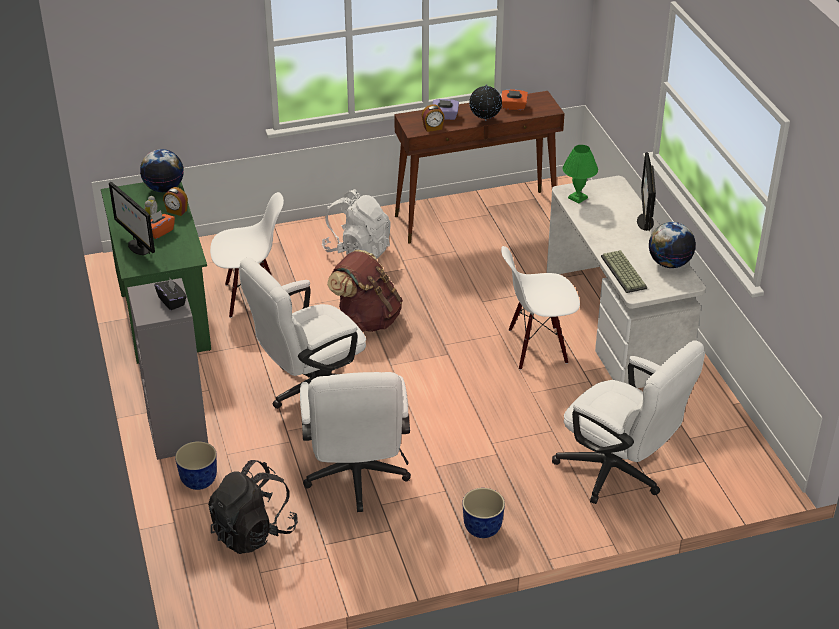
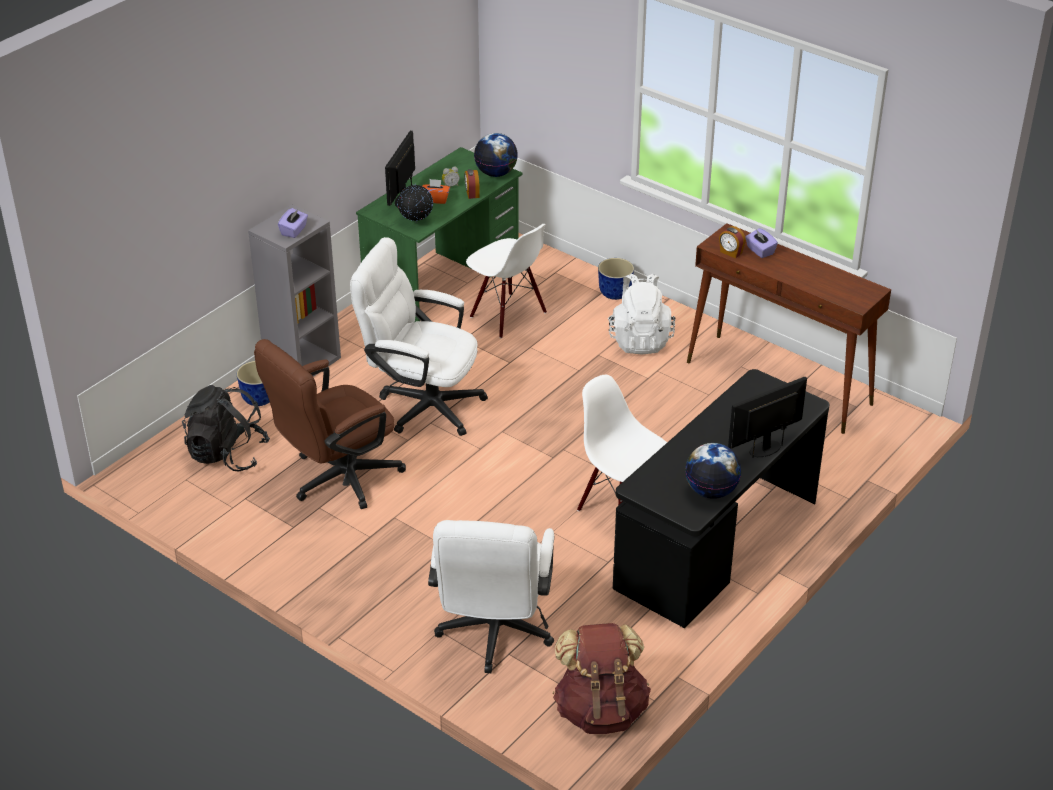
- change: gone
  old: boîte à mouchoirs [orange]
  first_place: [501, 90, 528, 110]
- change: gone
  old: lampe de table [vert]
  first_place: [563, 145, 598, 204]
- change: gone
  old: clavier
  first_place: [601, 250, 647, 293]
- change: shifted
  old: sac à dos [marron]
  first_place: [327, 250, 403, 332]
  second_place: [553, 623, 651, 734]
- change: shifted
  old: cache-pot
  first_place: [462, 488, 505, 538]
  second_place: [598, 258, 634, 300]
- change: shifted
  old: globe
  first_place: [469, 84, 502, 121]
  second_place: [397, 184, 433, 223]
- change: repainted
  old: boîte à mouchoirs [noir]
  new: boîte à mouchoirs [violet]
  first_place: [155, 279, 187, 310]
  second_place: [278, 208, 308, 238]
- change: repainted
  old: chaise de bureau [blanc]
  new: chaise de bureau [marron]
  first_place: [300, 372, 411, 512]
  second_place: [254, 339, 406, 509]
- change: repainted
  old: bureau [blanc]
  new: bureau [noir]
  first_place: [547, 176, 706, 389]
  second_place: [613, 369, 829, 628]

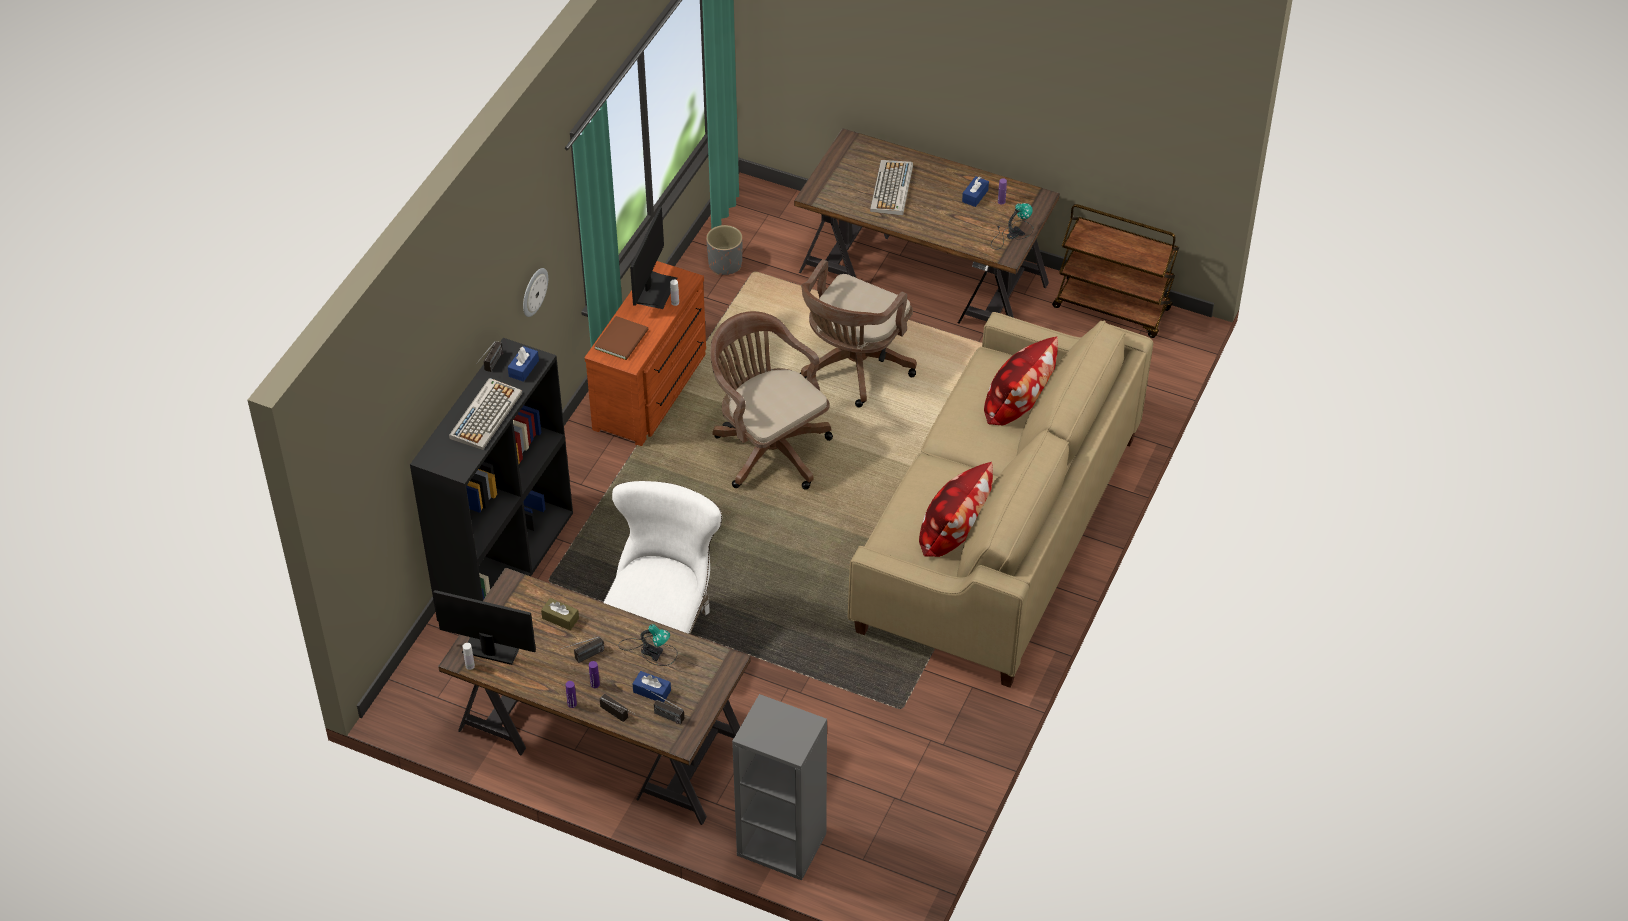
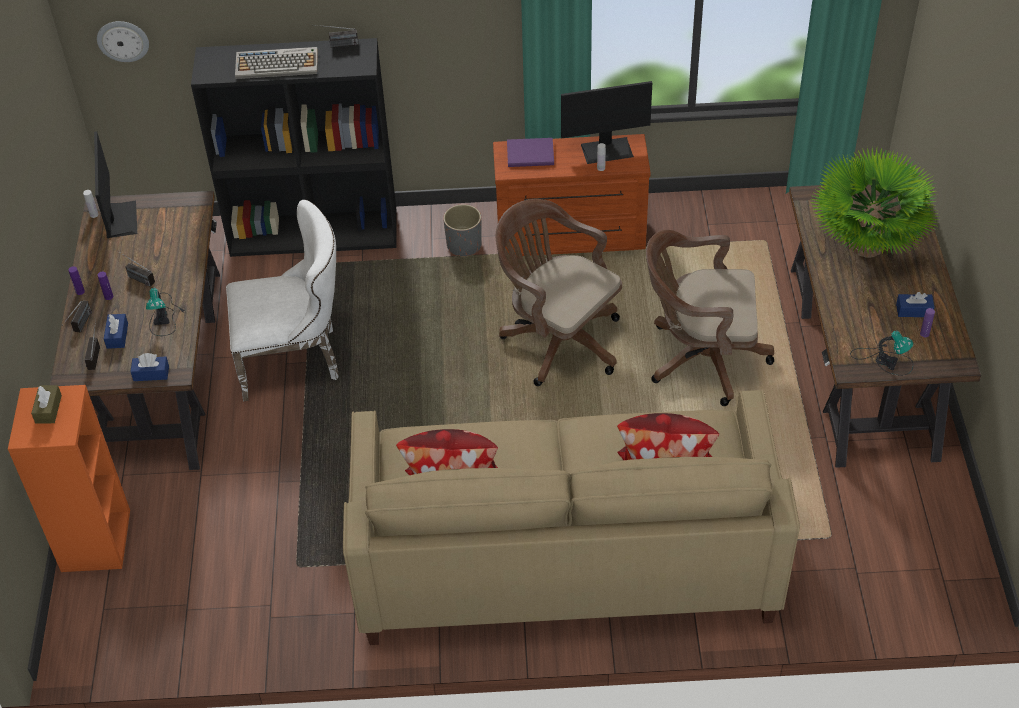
- change: gone
  old: chariot [marron]
  first_place: [1052, 204, 1179, 338]
- change: shifted
  old: boîte à mouchoirs [bleu]
  first_place: [508, 346, 539, 382]
  second_place: [130, 353, 169, 381]
- change: shifted
  old: horloge murale
  first_place: [523, 268, 548, 317]
  second_place: [97, 21, 149, 62]
- change: shifted
  old: boîte à mouchoirs [marron]
  first_place: [541, 598, 579, 630]
  second_place: [31, 385, 62, 424]
- change: shifted
  old: cache-pot [gris]
  first_place: [706, 225, 743, 275]
  second_place: [443, 204, 482, 257]
- change: swapped
  old: clavier
  new: plante en pot
  first_place: [870, 160, 913, 215]
  second_place: [810, 148, 938, 258]
- change: repainted
  old: livre [marron]
  new: livre [violet]
  first_place: [594, 316, 648, 360]
  second_place: [507, 138, 554, 167]
- change: repainted
  old: bibliothèque [gris]
  new: bibliothèque [orange]
  first_place: [732, 694, 827, 881]
  second_place: [8, 385, 130, 572]
- change: rotated
  old: chaise de bureau [marron]
  first_place: [710, 311, 833, 490]
  second_place: [496, 199, 622, 386]
  degrees: -75

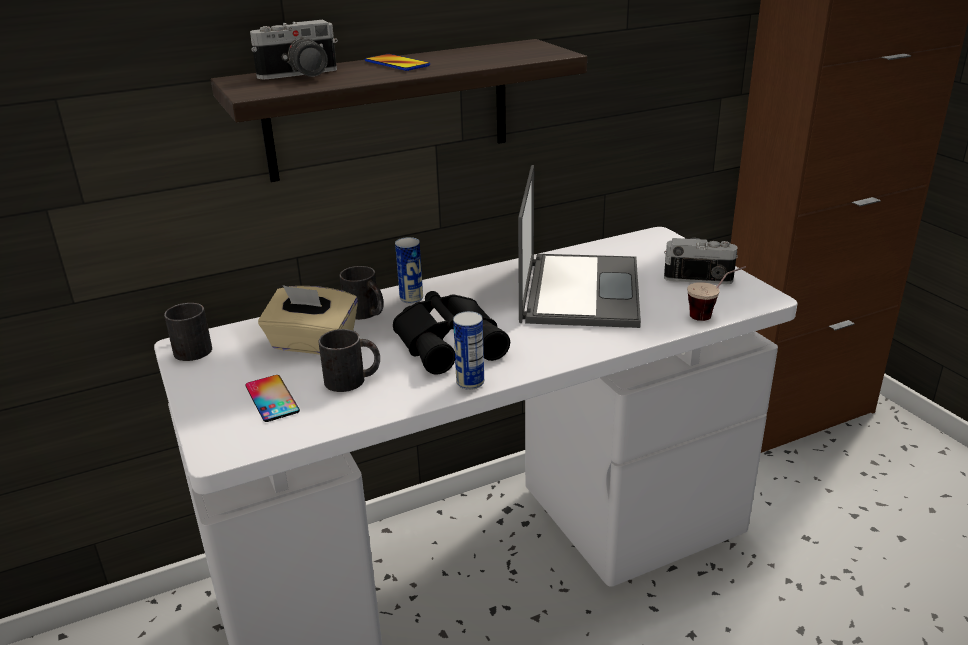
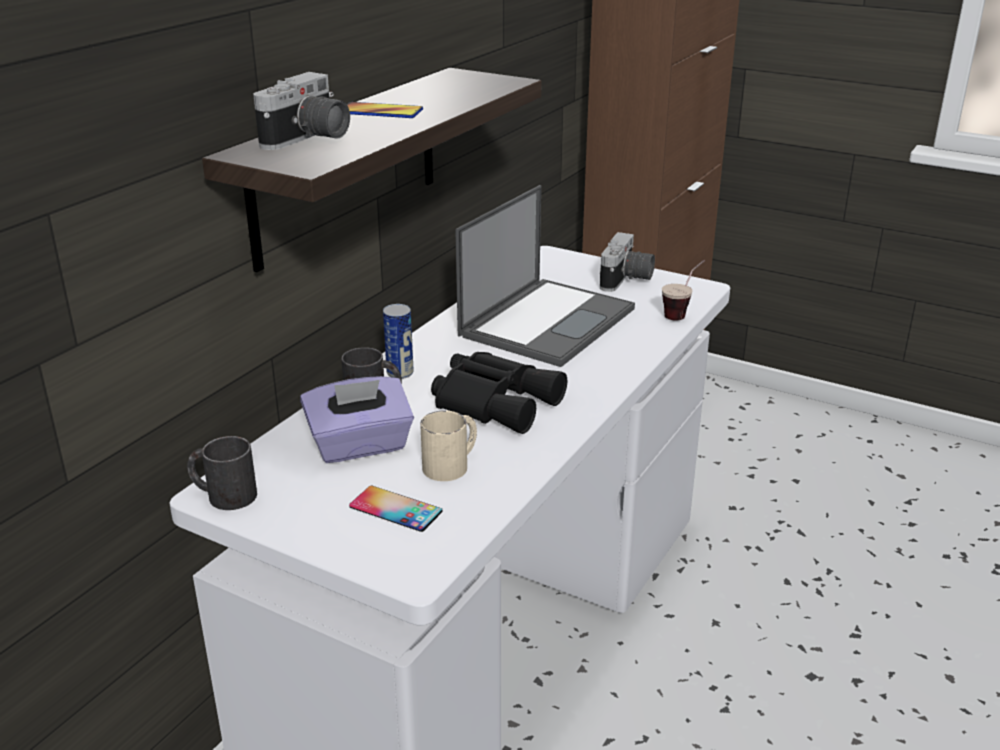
- change: gone
  old: boîte métallique
  first_place: [453, 311, 484, 390]
- change: repainted
  old: boîte à mouchoirs [beige]
  new: boîte à mouchoirs [violet]
  first_place: [258, 285, 358, 355]
  second_place: [300, 376, 414, 463]
- change: repainted
  old: mug [noir]
  new: mug [beige]
  first_place: [319, 329, 380, 392]
  second_place: [420, 410, 477, 481]
- change: rotated
  old: ordinateur portable
  first_place: [518, 165, 641, 328]
  second_place: [455, 185, 635, 367]
  degrees: 60
- change: rotated
  old: appareil photo
  first_place: [664, 238, 738, 284]
  second_place: [600, 232, 655, 292]
  degrees: 135

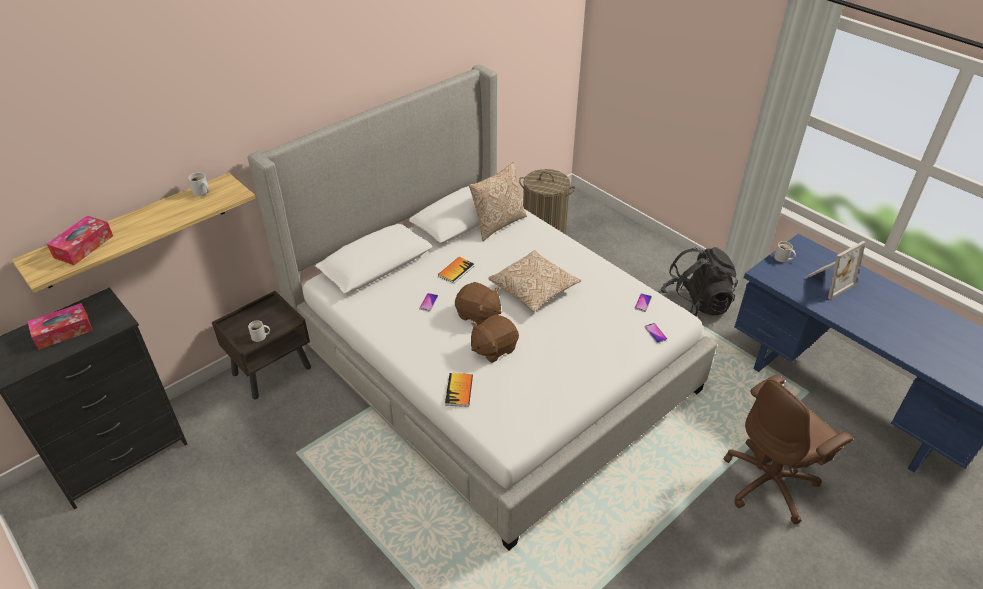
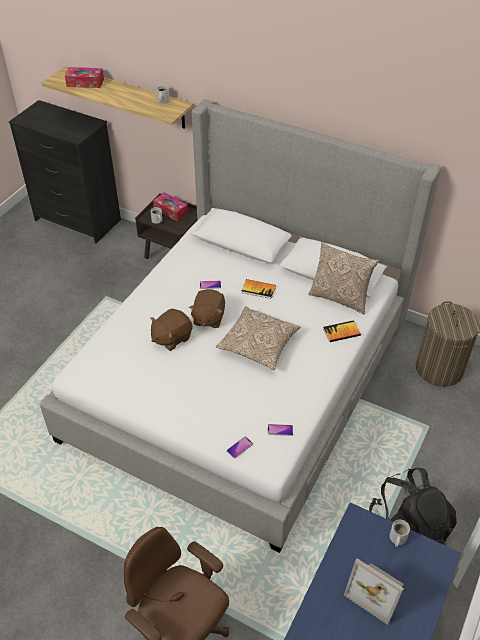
- change: shifted
  old: boîte à mouchoirs
  first_place: [27, 303, 93, 350]
  second_place: [153, 193, 188, 221]
- change: shifted
  old: livre
  first_place: [445, 373, 473, 407]
  second_place: [323, 320, 361, 342]
- change: rotated
  old: peluche [marron]
  first_place: [471, 315, 519, 363]
  second_place: [150, 309, 193, 351]
  degrees: -75

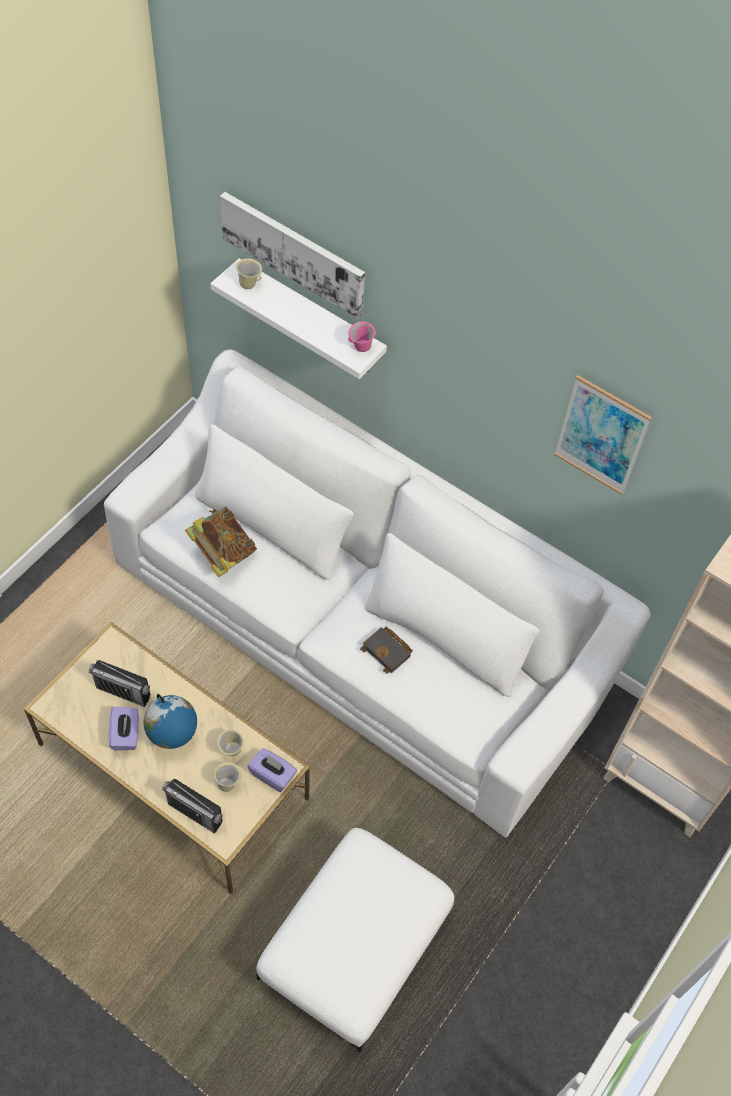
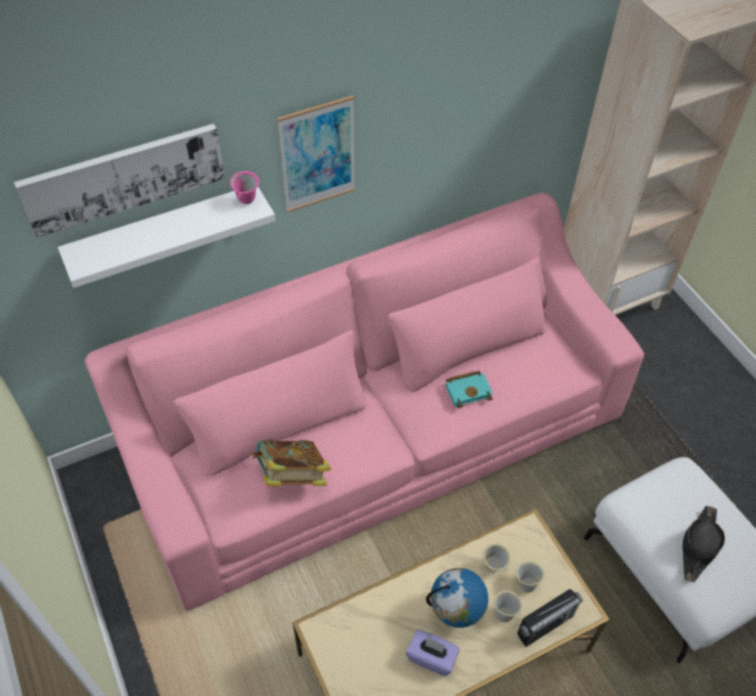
- change: gone
  old: radio
  first_place: [89, 660, 150, 707]
- change: gone
  old: boîte à mouchoirs [violet]
  first_place: [247, 748, 297, 792]
- change: new
  new: chapeau [noir]
  second_place: [682, 506, 725, 582]
- change: shifted
  old: mug [beige]
  first_place: [236, 258, 262, 289]
  second_place: [493, 590, 522, 622]
- change: shifted
  old: tableau
  first_place: [554, 375, 652, 495]
  second_place: [277, 95, 355, 213]
- change: repainted
  old: canapé [blanc]
  new: canapé [rose]
  first_place: [104, 349, 651, 838]
  second_place: [84, 193, 644, 611]
- change: repainted
  old: livre [noir]
  new: livre [turquoise]
  first_place: [360, 626, 413, 674]
  second_place: [446, 371, 493, 409]

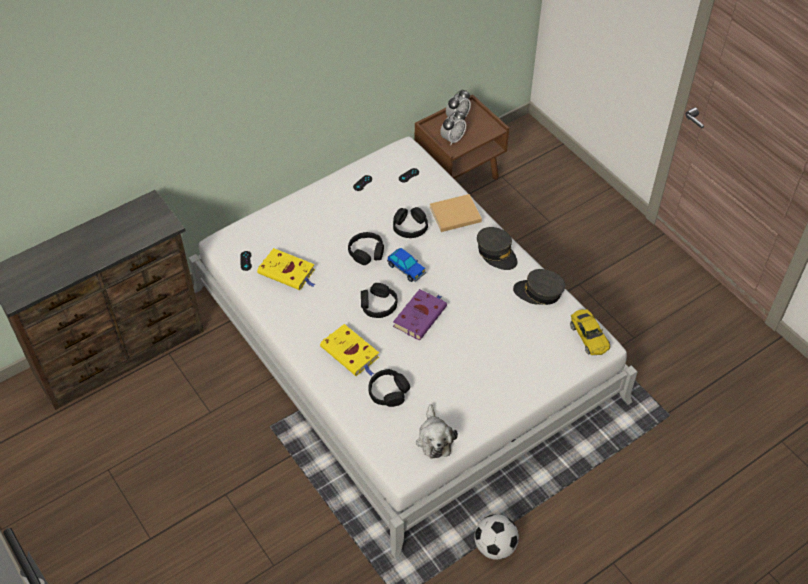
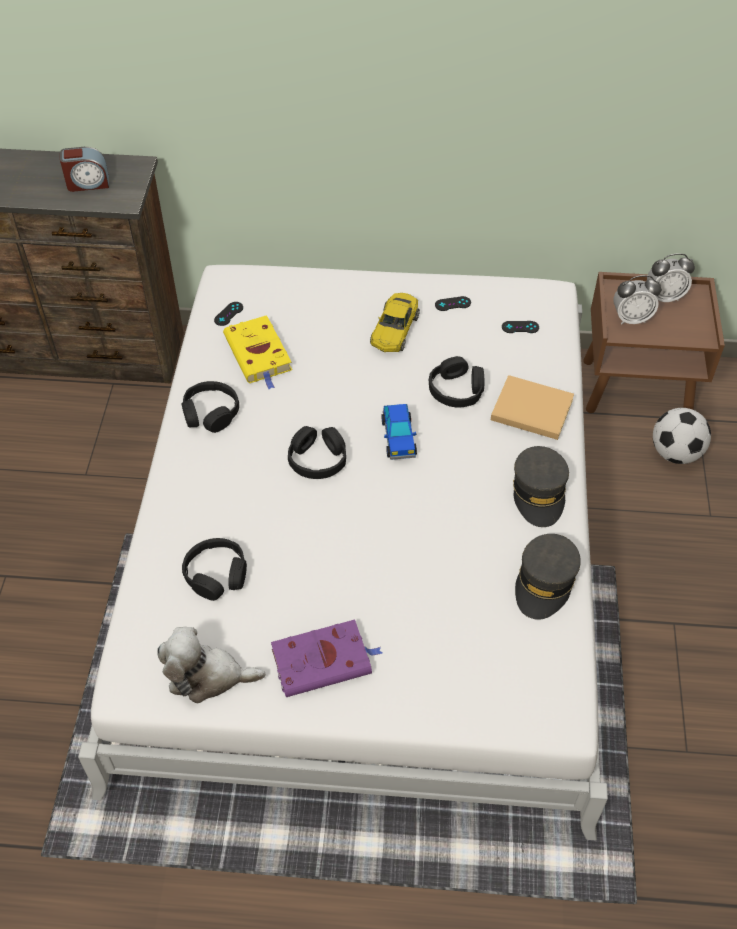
- change: gone
  old: livre [jaune]
  first_place: [320, 324, 379, 376]
- change: new
  new: réveil
  second_place: [60, 147, 109, 192]
- change: shifted
  old: casque audio [noir]
  first_place: [348, 232, 384, 265]
  second_place: [182, 381, 239, 433]
- change: shifted
  old: livre [violet]
  first_place: [393, 289, 447, 340]
  second_place: [271, 620, 382, 697]
- change: shifted
  old: ballon de foot
  first_place: [474, 514, 519, 560]
  second_place: [653, 408, 711, 464]
- change: shifted
  old: petite voiture [jaune]
  first_place: [570, 309, 610, 355]
  second_place: [370, 293, 420, 352]
- change: rotated
  old: peluche
  first_place: [416, 404, 458, 459]
  second_place: [157, 627, 266, 703]
  degrees: 60
- change: rotated
  old: casquette [gris]
  first_place: [513, 269, 565, 305]
  second_place: [515, 534, 581, 620]
  degrees: -120

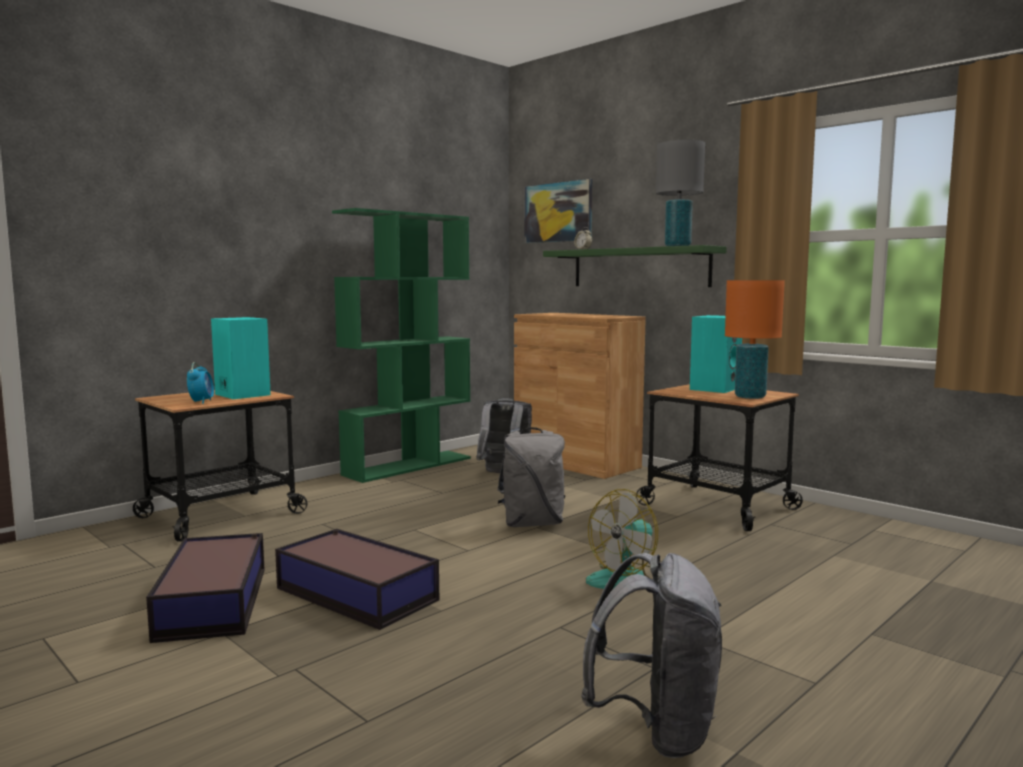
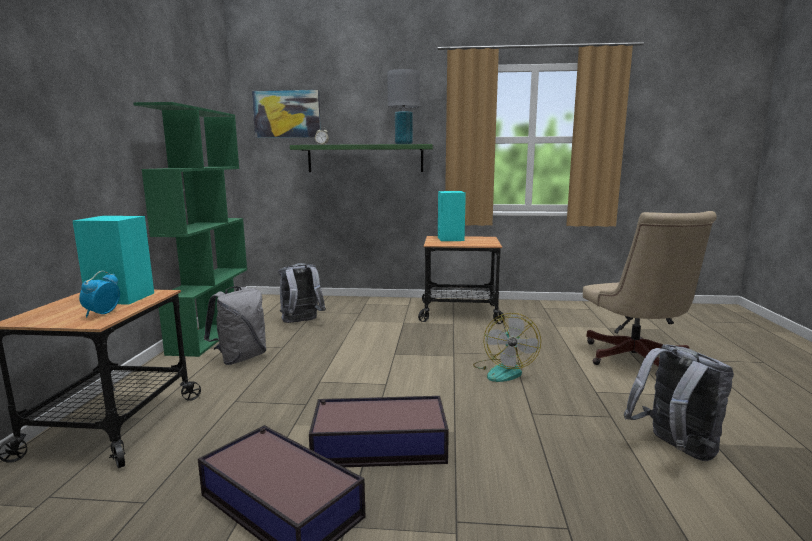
- change: gone
  old: meuble de rangement [marron]
  first_place: [514, 313, 646, 479]
- change: gone
  old: lampe de table [orange]
  first_place: [725, 280, 785, 399]
- change: new
  new: chaise de bureau [beige]
  second_place: [583, 211, 717, 375]
- change: shifted
  old: sac à dos [gris]
  first_place: [497, 427, 566, 527]
  second_place: [204, 286, 266, 365]
- change: rotated
  old: réveil
  first_place: [187, 362, 214, 404]
  second_place: [79, 271, 120, 317]
  degrees: -120

